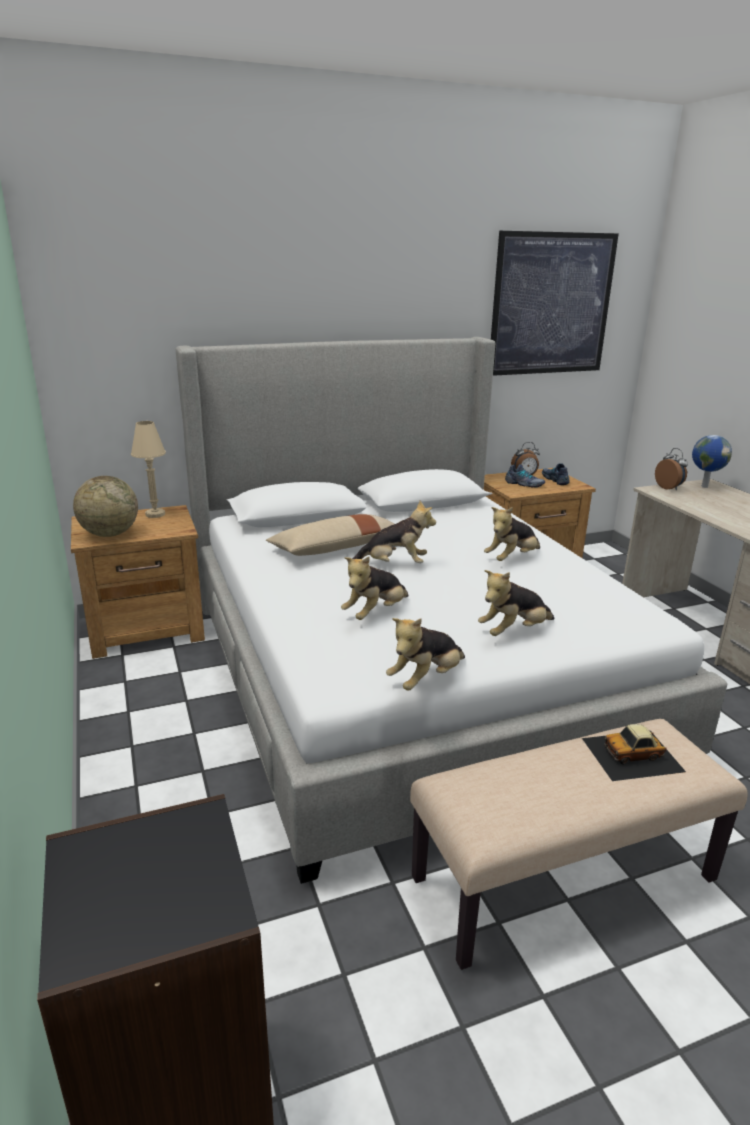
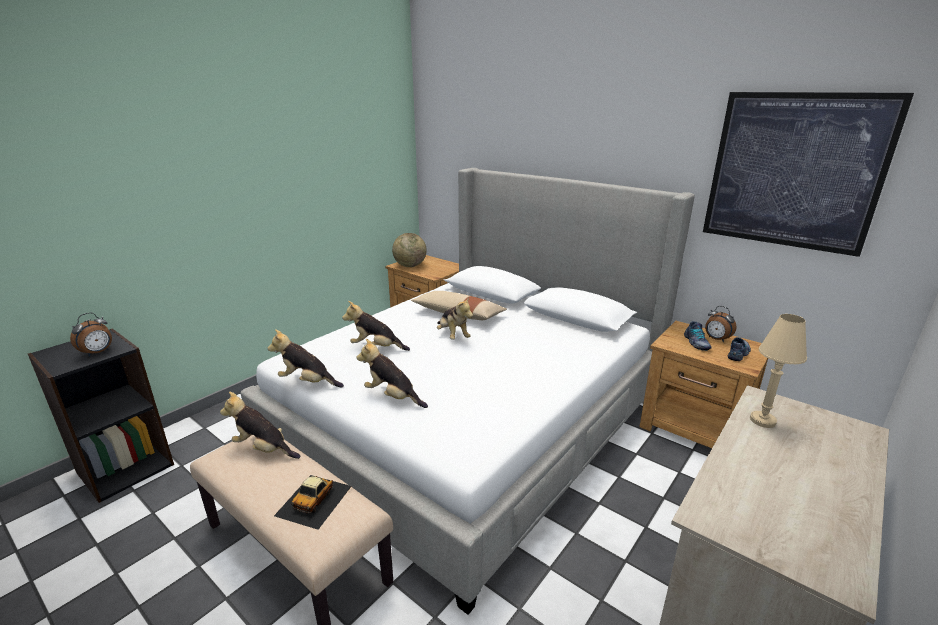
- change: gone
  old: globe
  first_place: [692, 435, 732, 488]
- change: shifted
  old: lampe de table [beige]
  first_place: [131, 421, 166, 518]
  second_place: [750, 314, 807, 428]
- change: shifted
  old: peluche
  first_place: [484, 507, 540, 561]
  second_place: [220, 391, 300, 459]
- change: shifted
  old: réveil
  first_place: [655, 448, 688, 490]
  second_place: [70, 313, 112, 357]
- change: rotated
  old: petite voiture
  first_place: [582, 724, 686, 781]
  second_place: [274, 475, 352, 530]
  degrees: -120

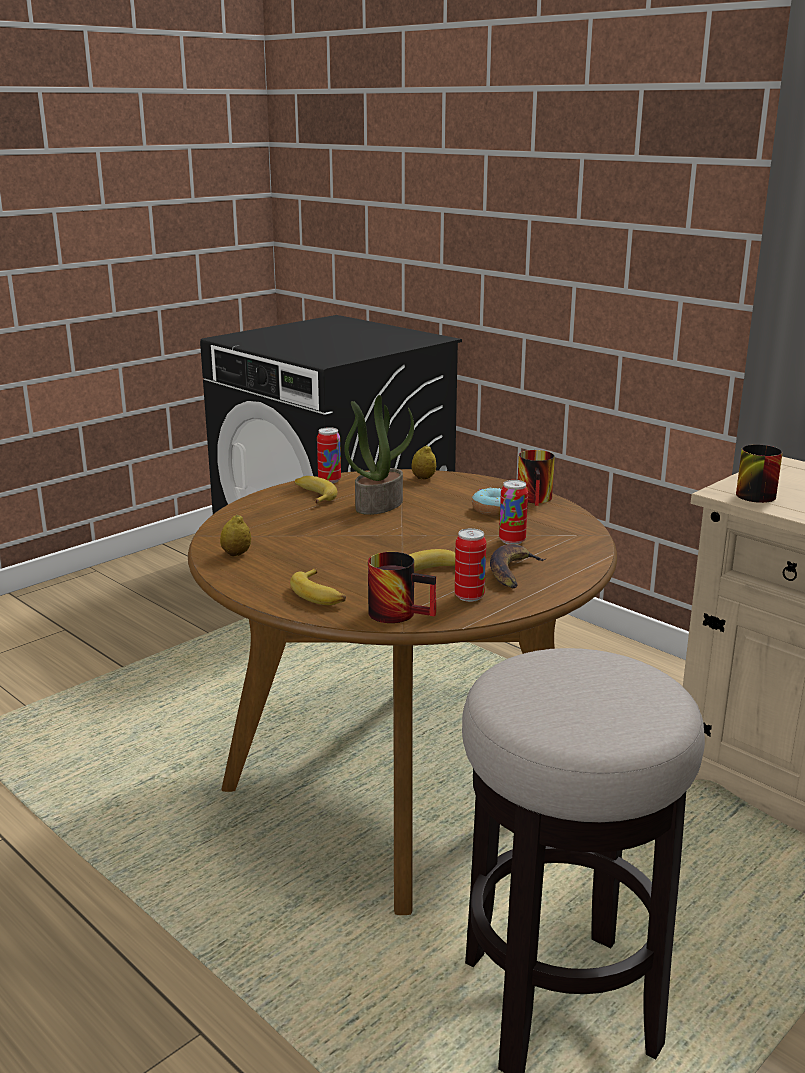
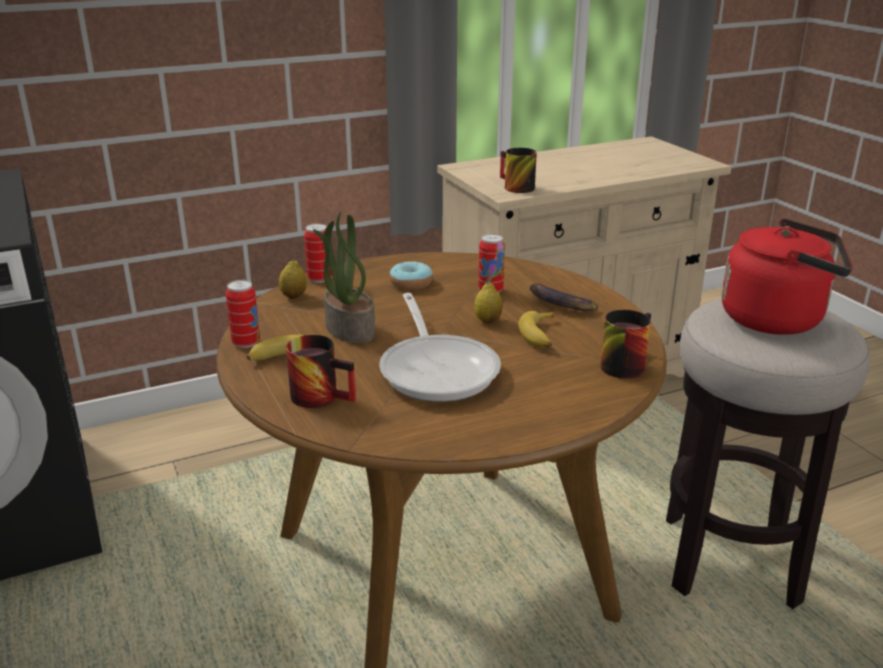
- change: gone
  old: banane
  first_place: [290, 568, 346, 605]
- change: new
  new: poêle
  second_place: [379, 293, 501, 402]
- change: new
  new: bouilloire [rouge]
  second_place: [722, 218, 853, 335]
- change: shifted
  old: citron
  first_place: [220, 514, 251, 556]
  second_place: [474, 283, 503, 324]
- change: shifted
  old: boîte métallique
  first_place: [455, 528, 486, 602]
  second_place: [304, 223, 332, 283]
- change: shifted
  old: mug
  first_place: [518, 450, 555, 506]
  second_place: [286, 334, 356, 408]

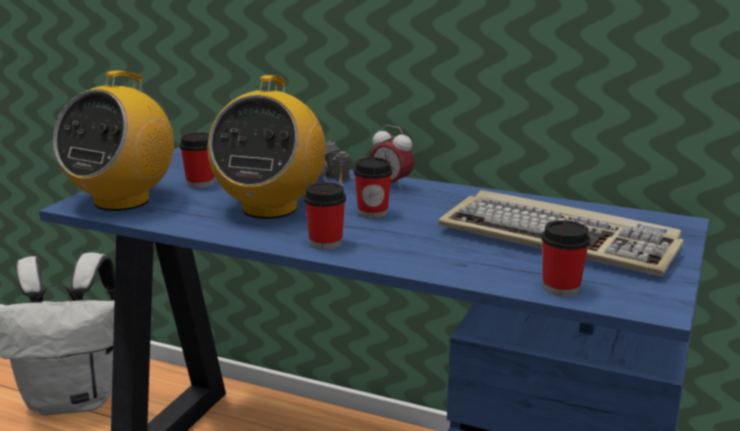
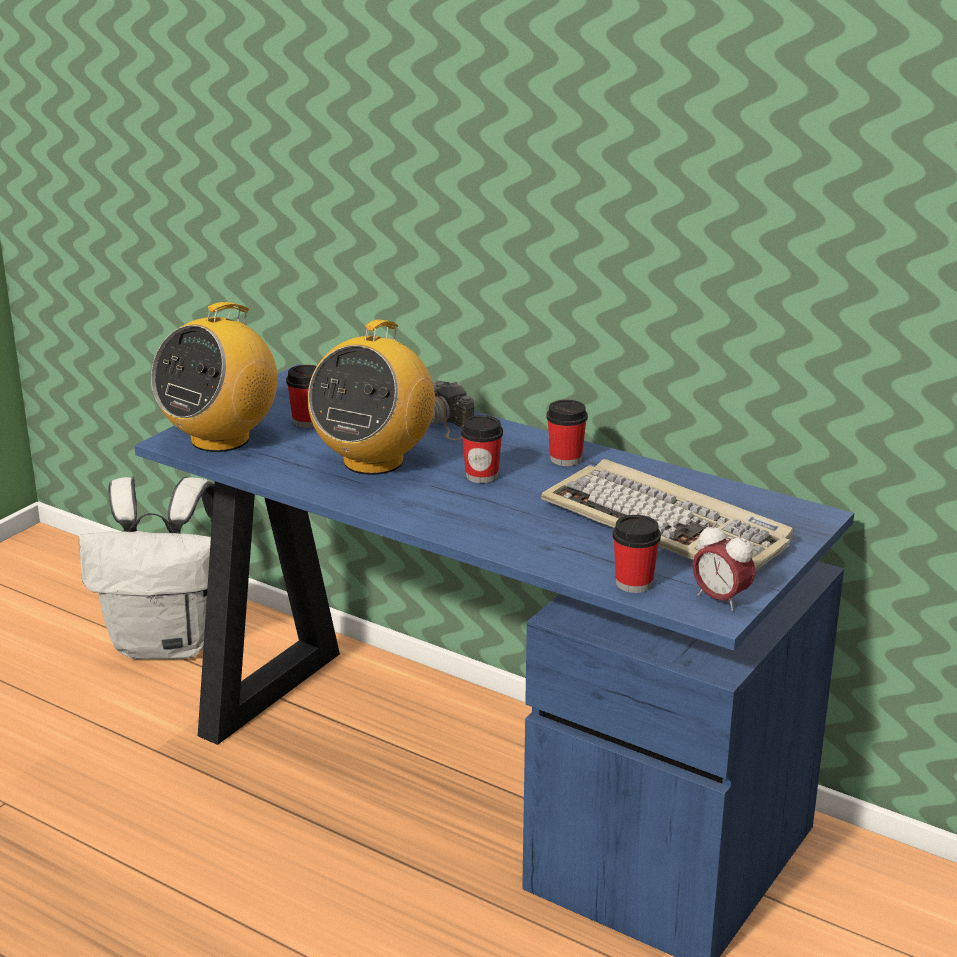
- change: shifted
  old: tasse
  first_place: [304, 182, 346, 250]
  second_place: [546, 400, 588, 466]
- change: shifted
  old: réveil
  first_place: [370, 125, 414, 190]
  second_place: [692, 521, 755, 611]

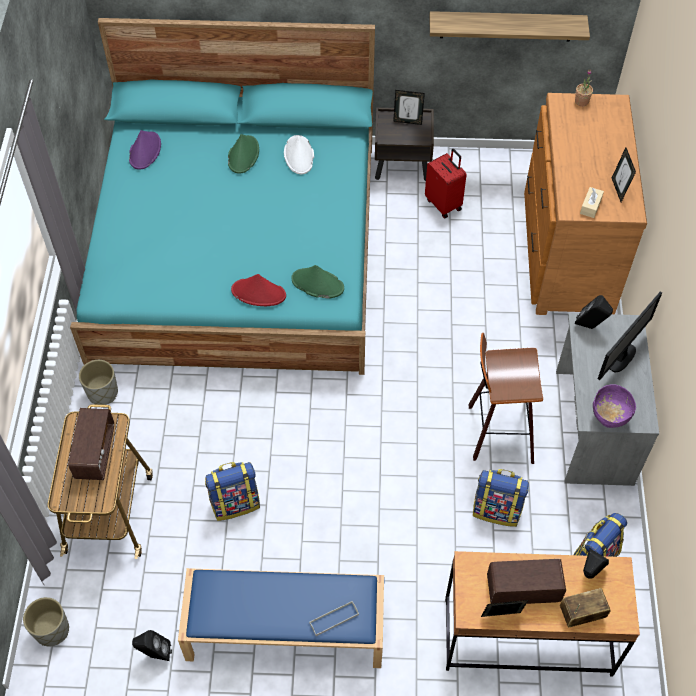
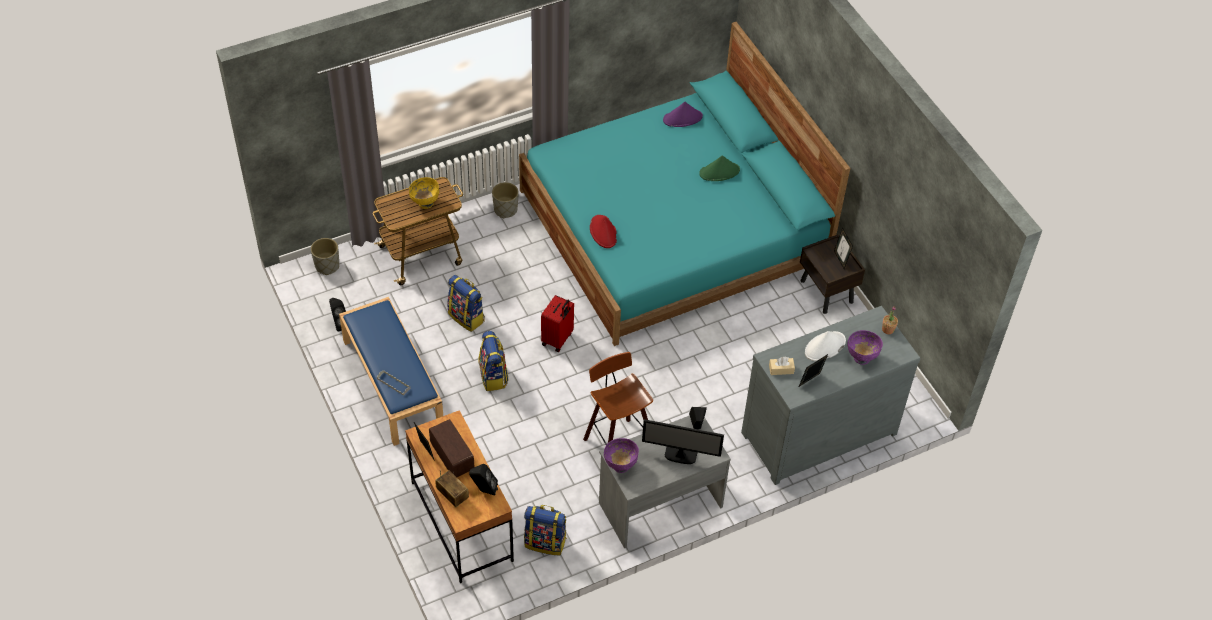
- change: gone
  old: chapeau [vert]
  first_place: [292, 265, 344, 299]
- change: gone
  old: étagère
  first_place: [430, 11, 590, 42]
- change: new
  new: bol [violet]
  second_place: [848, 330, 883, 365]
- change: shifted
  old: chapeau [blanc]
  first_place: [284, 135, 314, 174]
  second_place: [805, 331, 846, 361]
- change: shifted
  old: valise [rouge]
  first_place: [425, 149, 467, 219]
  second_place: [541, 295, 574, 352]
- change: shifted
  old: sac à dos
  first_place: [473, 469, 529, 527]
  second_place: [478, 331, 509, 391]
- change: swapped
  old: radio
  new: bol [jaune]
  first_place: [68, 408, 114, 480]
  second_place: [409, 177, 439, 209]
- change: repainted
  old: commode [marron]
  new: commode [gris]
  first_place: [524, 93, 647, 315]
  second_place: [741, 306, 920, 485]

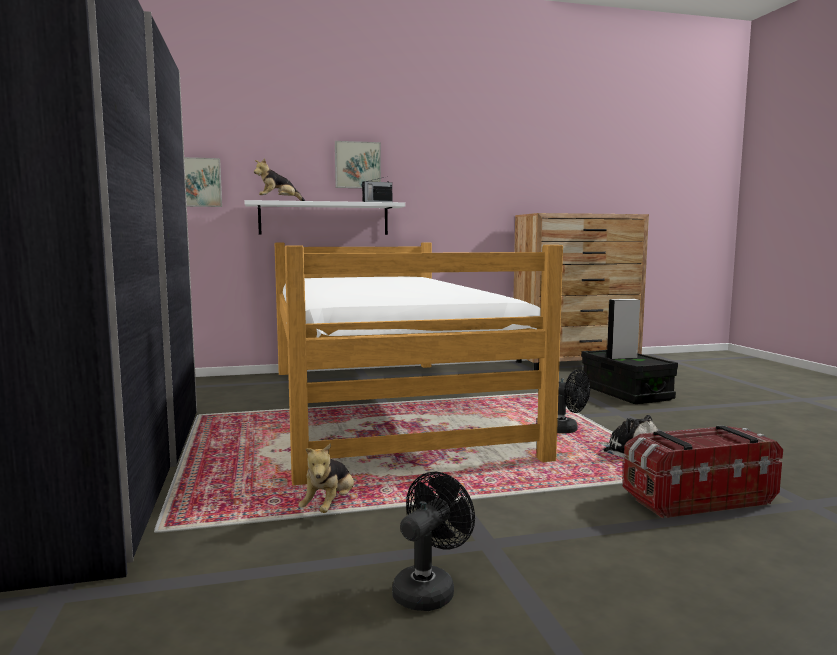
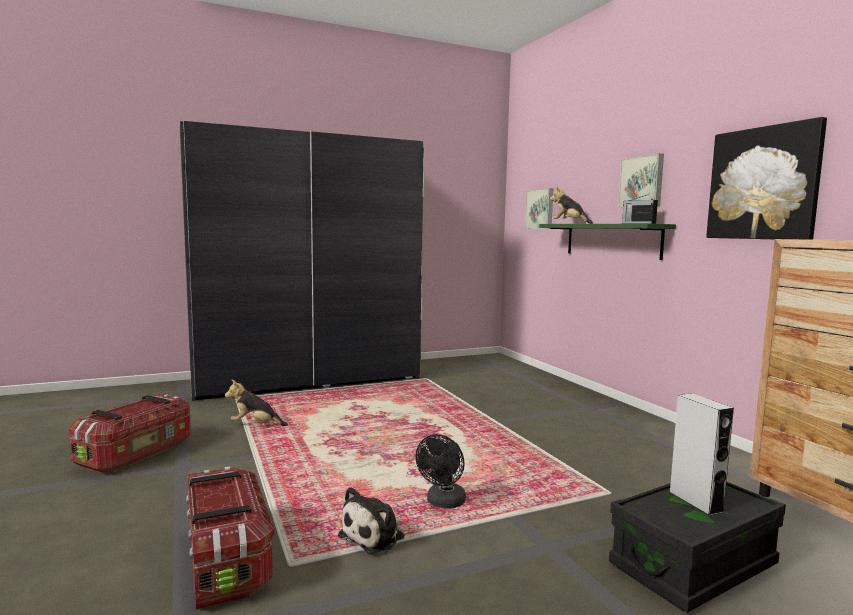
- change: gone
  old: lit
  first_place: [274, 242, 563, 485]
- change: new
  new: tableau
  second_place: [706, 117, 827, 240]
- change: swapped
  old: ventilateur [noir]
  new: boîte de rangement
  first_place: [392, 472, 475, 611]
  second_place: [69, 394, 191, 473]
- change: repainted
  old: étagère [blanc]
  new: étagère [vert]
  first_place: [244, 200, 405, 235]
  second_place: [539, 224, 676, 260]

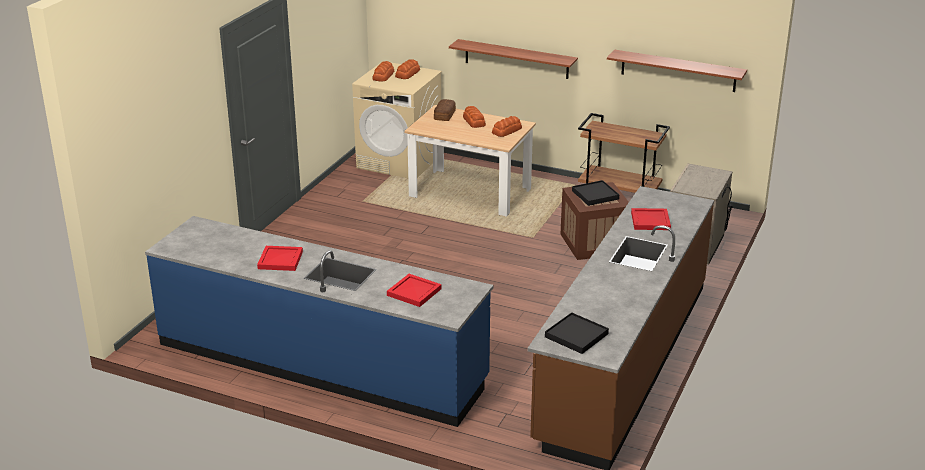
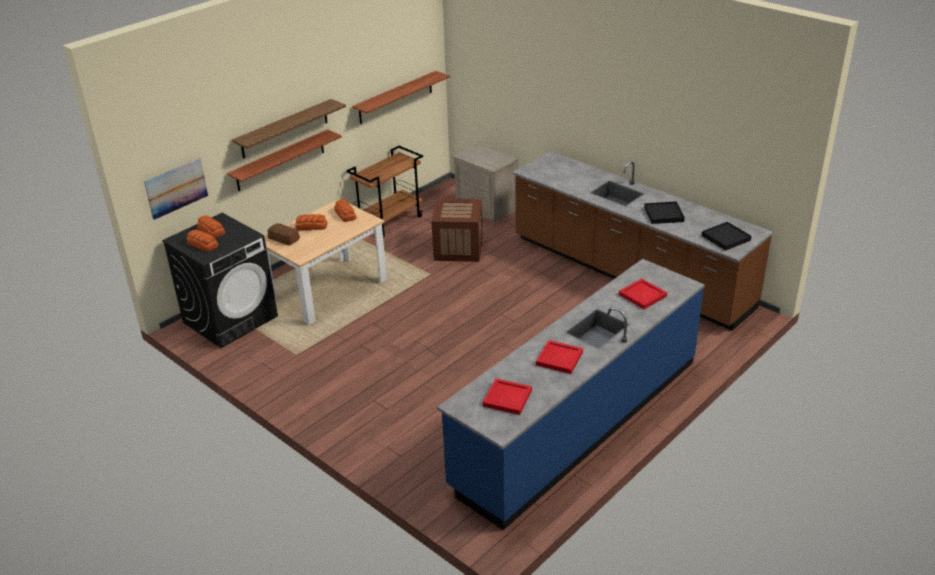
- change: new
  new: tableau
  second_place: [144, 158, 208, 220]
- change: new
  new: étagère
  second_place: [232, 99, 346, 159]
- change: shifted
  old: plateau [noir]
  first_place: [572, 180, 619, 206]
  second_place: [644, 201, 685, 224]
- change: shifted
  old: plateau [rouge]
  first_place: [631, 208, 671, 230]
  second_place: [483, 379, 532, 415]
- change: repainted
  old: lave-linge [beige]
  new: lave-linge [noir]
  first_place: [352, 61, 442, 178]
  second_place: [162, 213, 278, 348]

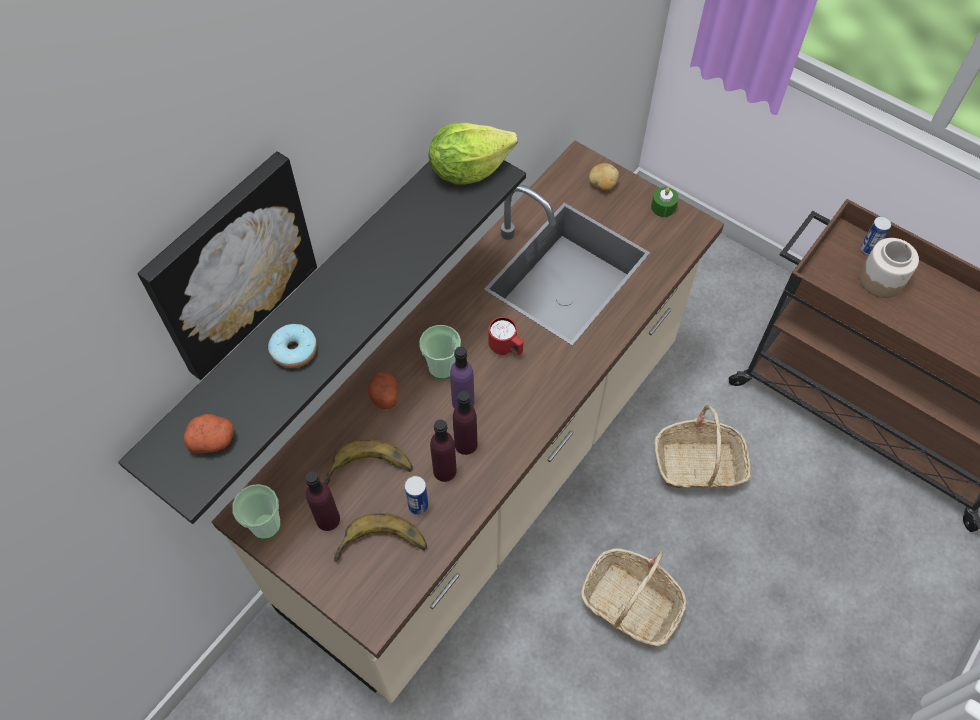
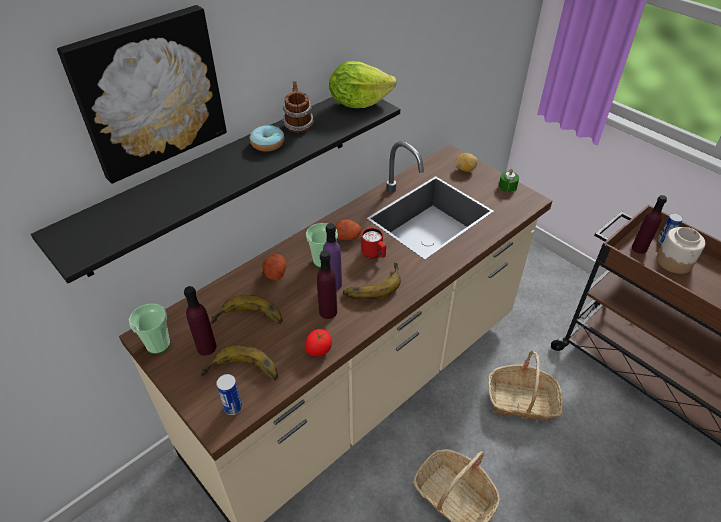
- change: new
  new: mug
  second_place: [282, 81, 314, 133]
- change: new
  new: tomate
  second_place: [305, 329, 332, 356]
- change: new
  new: banane
  second_place: [343, 263, 401, 300]
- change: shifted
  old: pomme de terre
  first_place: [183, 414, 234, 453]
  second_place: [335, 219, 361, 240]
- change: shifted
  old: beignet
  first_place: [268, 324, 317, 368]
  second_place: [249, 125, 285, 152]
- change: shifted
  old: boîte métallique
  first_place: [405, 476, 429, 515]
  second_place: [216, 374, 242, 415]
- change: shifted
  old: bouteille [violet]
  first_place: [430, 419, 456, 482]
  second_place: [632, 195, 667, 254]

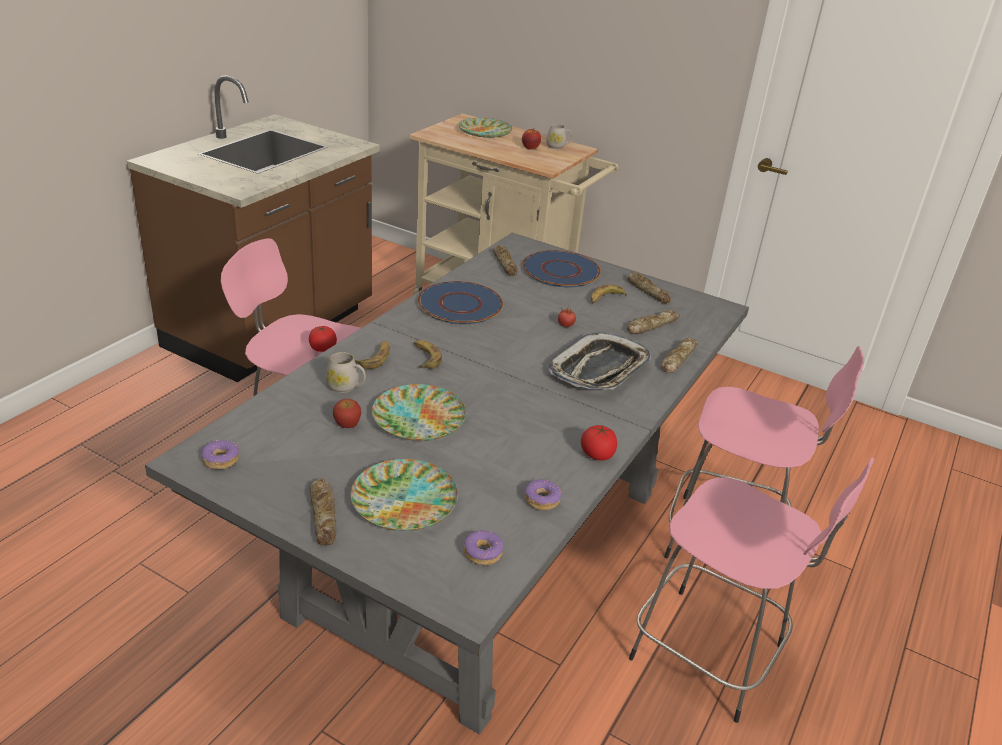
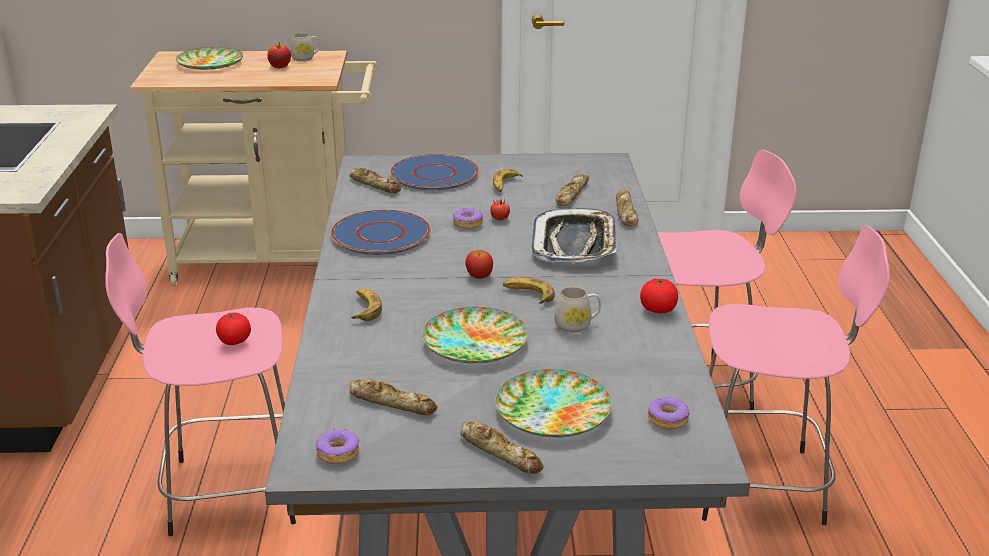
- change: shifted
  old: mug [blanc]
  first_place: [326, 352, 366, 393]
  second_place: [554, 287, 601, 333]
- change: shifted
  old: pomme
  first_place: [333, 399, 361, 428]
  second_place: [465, 250, 493, 279]
- change: shifted
  old: banane
  first_place: [414, 340, 442, 369]
  second_place: [503, 278, 555, 304]
- change: shifted
  old: beignet
  first_place: [524, 479, 561, 510]
  second_place: [453, 207, 483, 229]
- change: shifted
  old: pain
  first_place: [627, 272, 671, 303]
  second_place: [350, 379, 438, 415]

